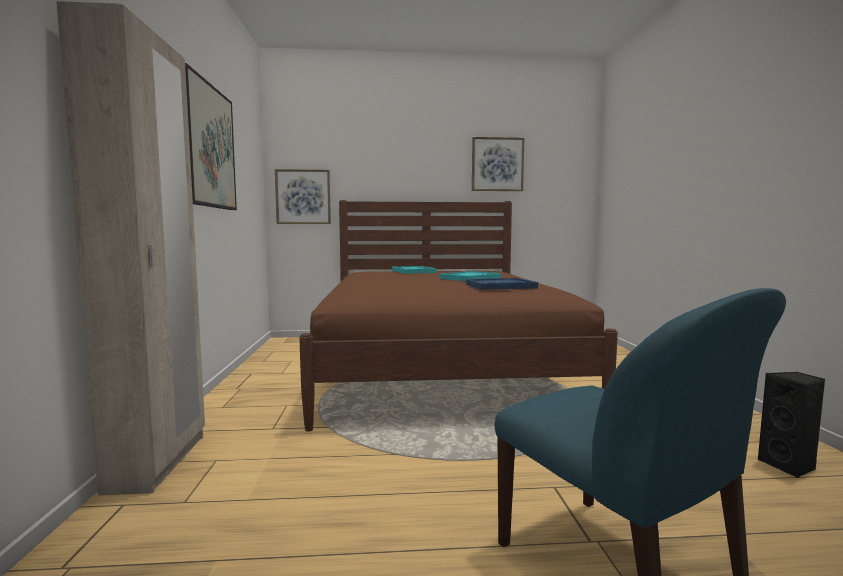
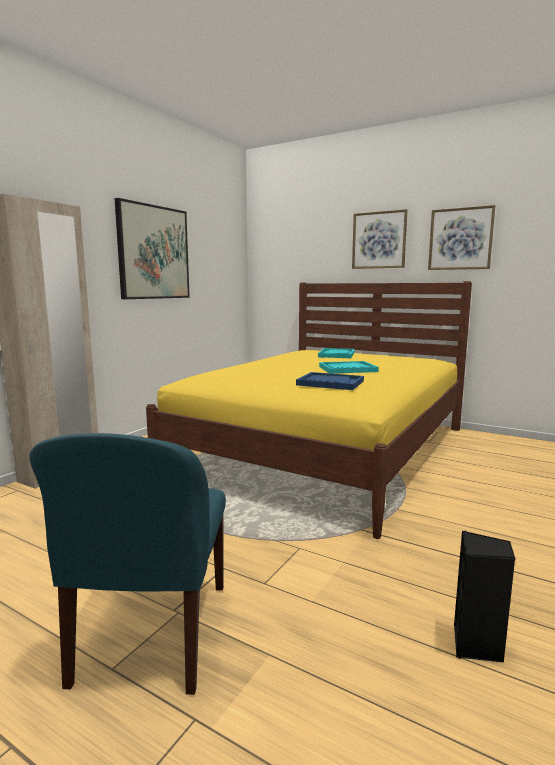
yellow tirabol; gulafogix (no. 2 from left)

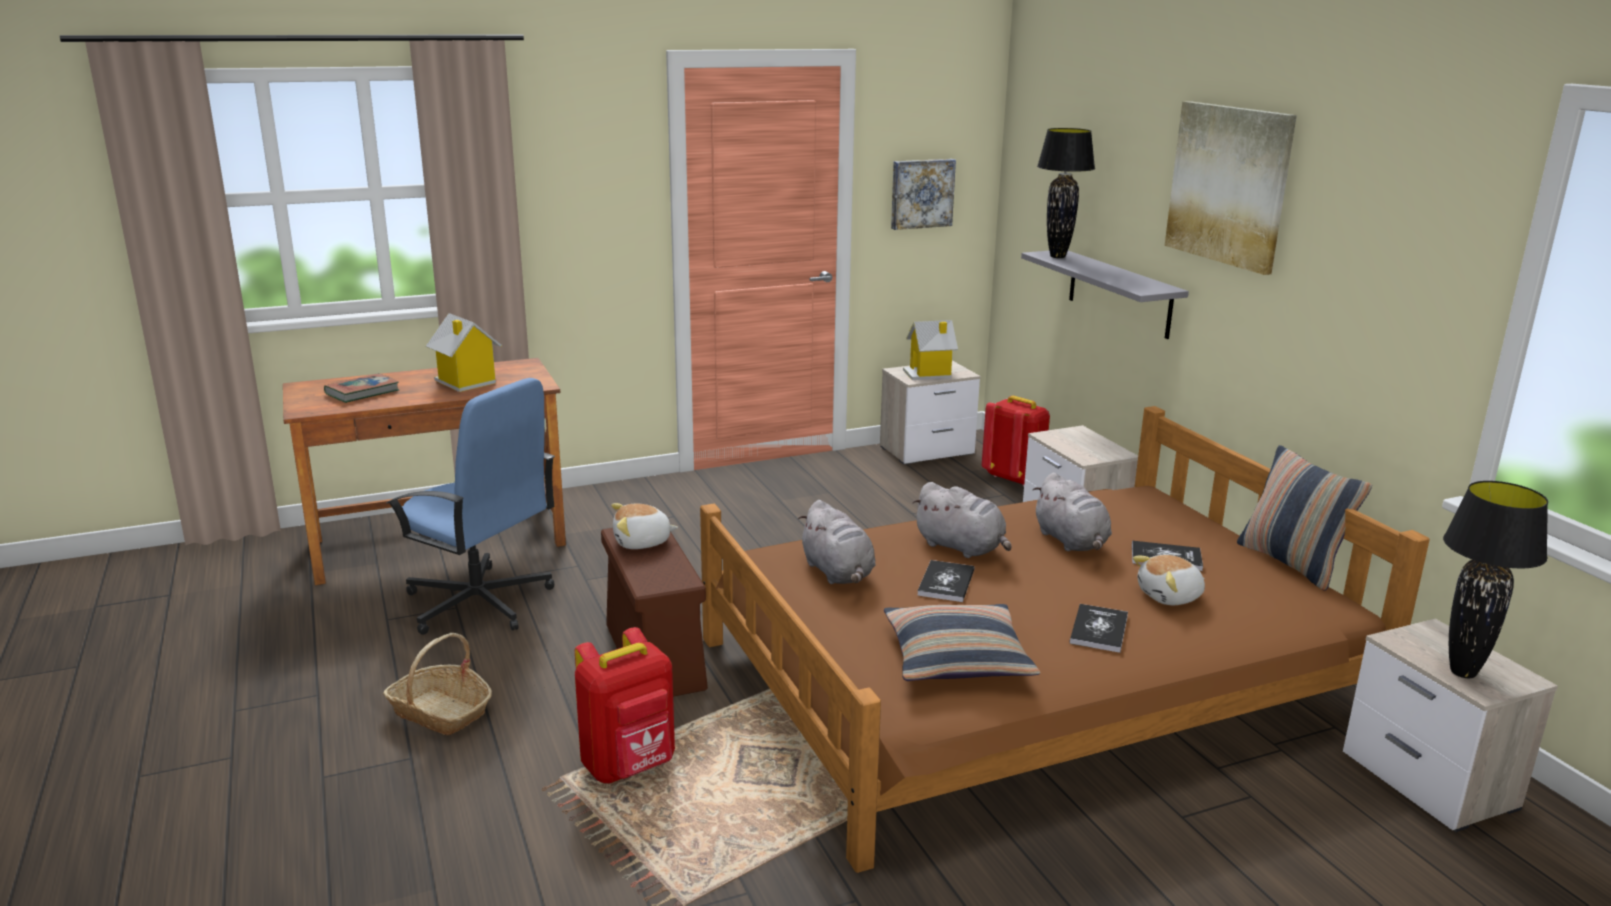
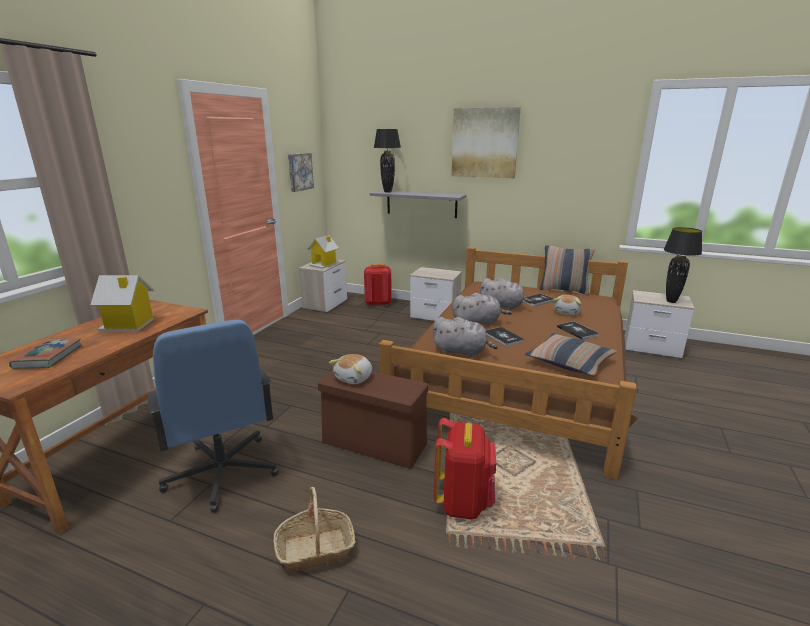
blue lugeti

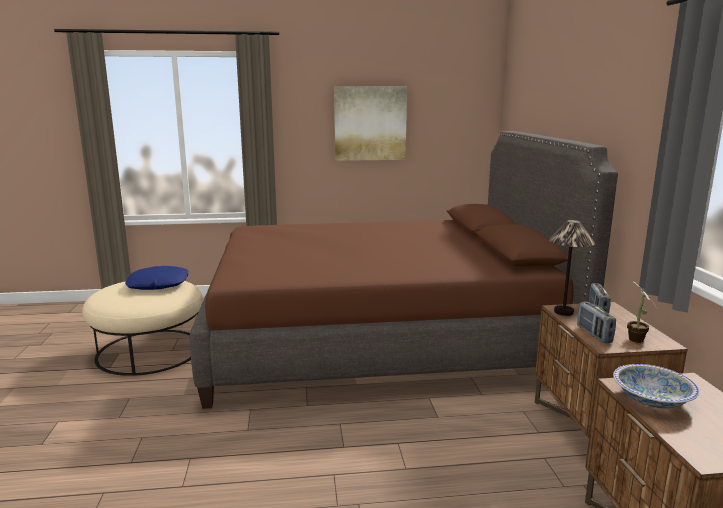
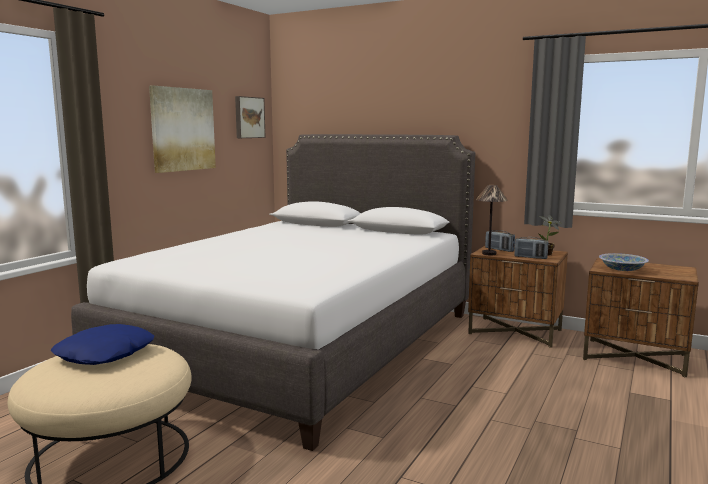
white tirabol; gulafogix (no. 2 from left)

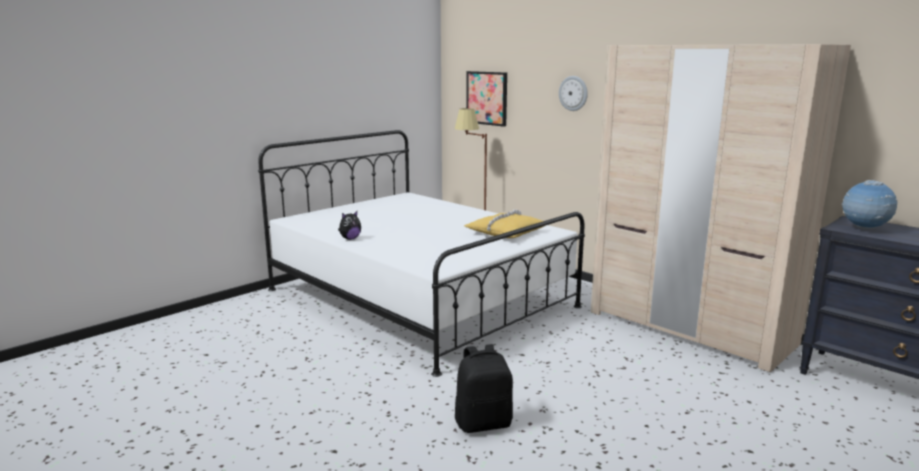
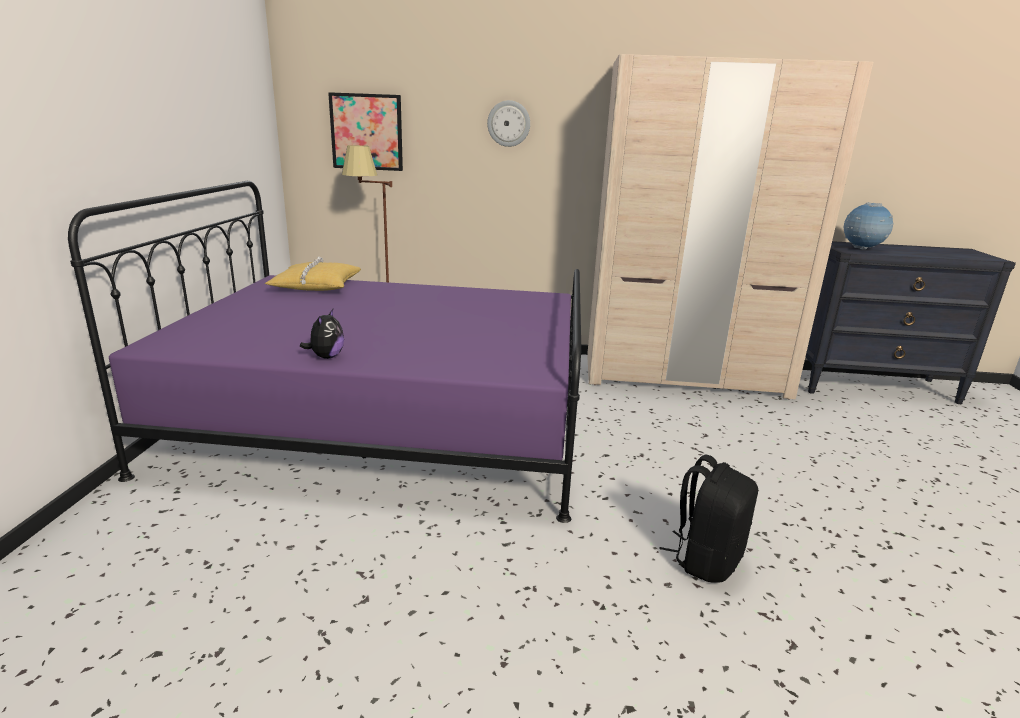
purple tirabol; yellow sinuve

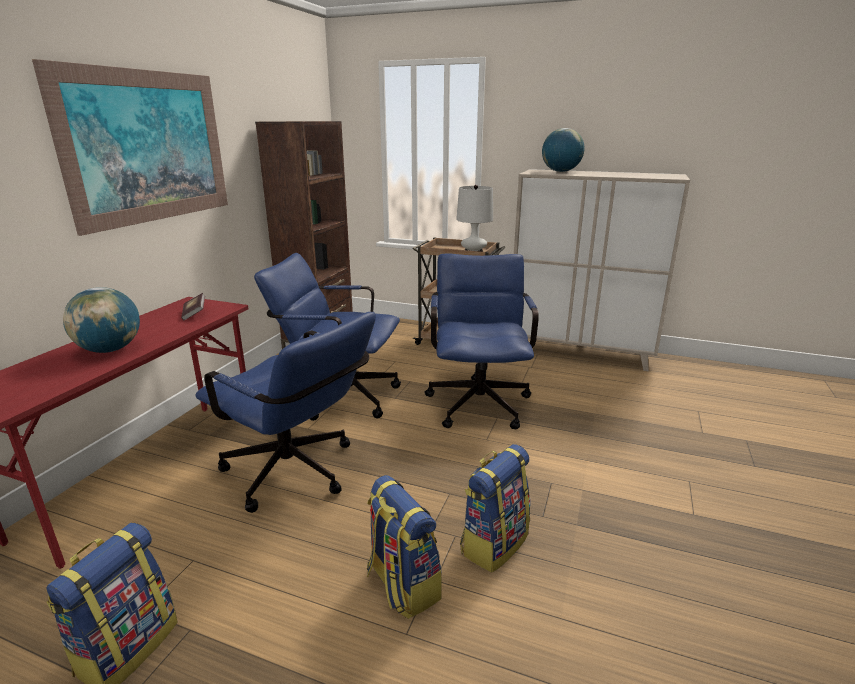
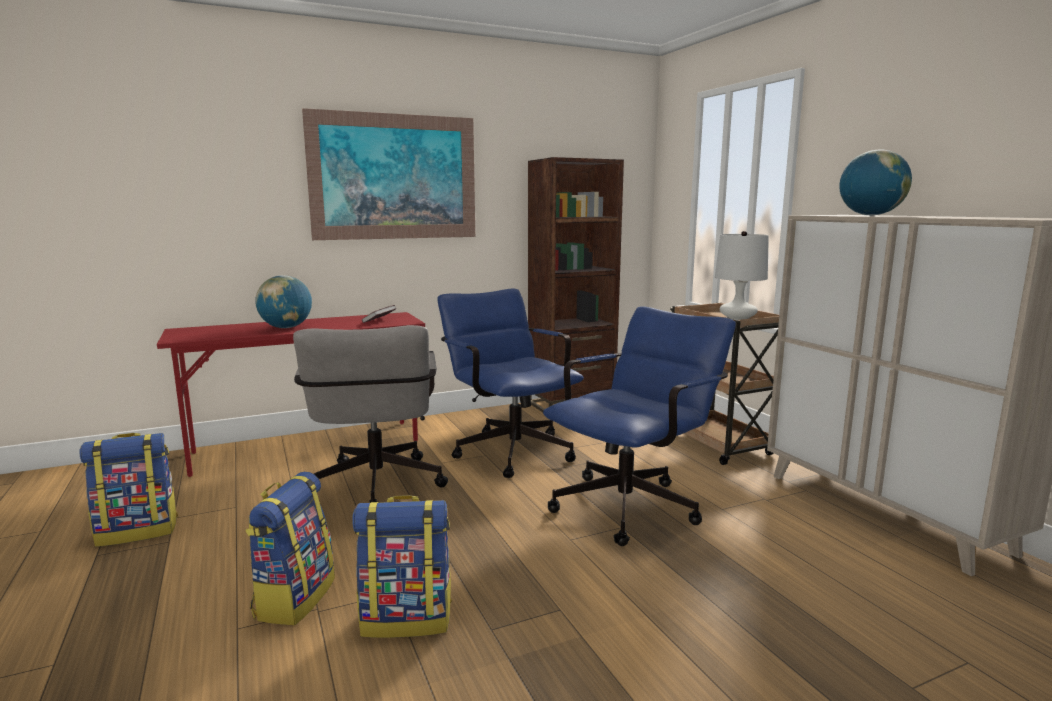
grey lugeti

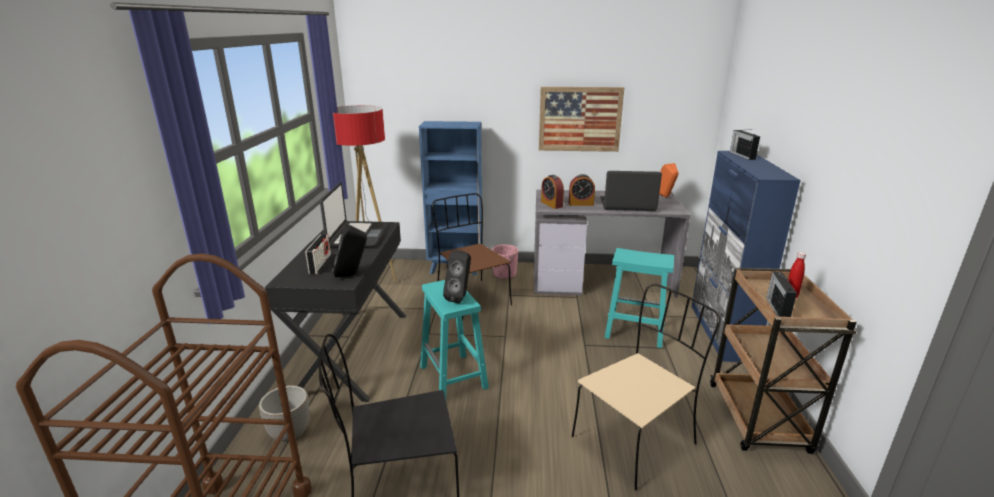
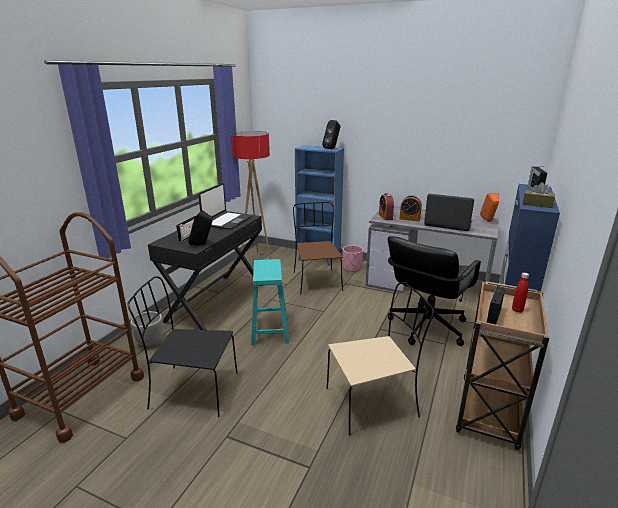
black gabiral (no. 2 from left); black lugeti; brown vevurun; gulafogix

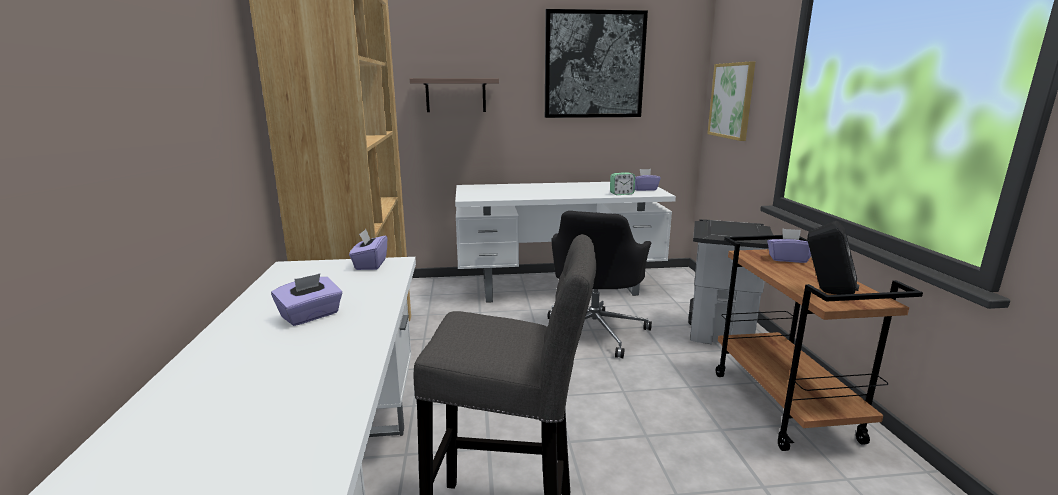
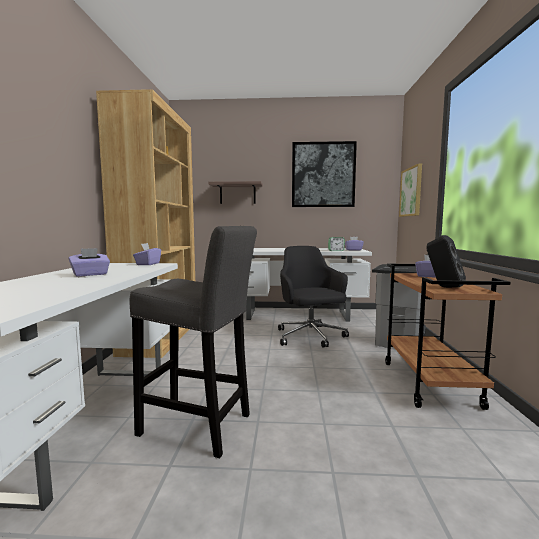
black lugeti

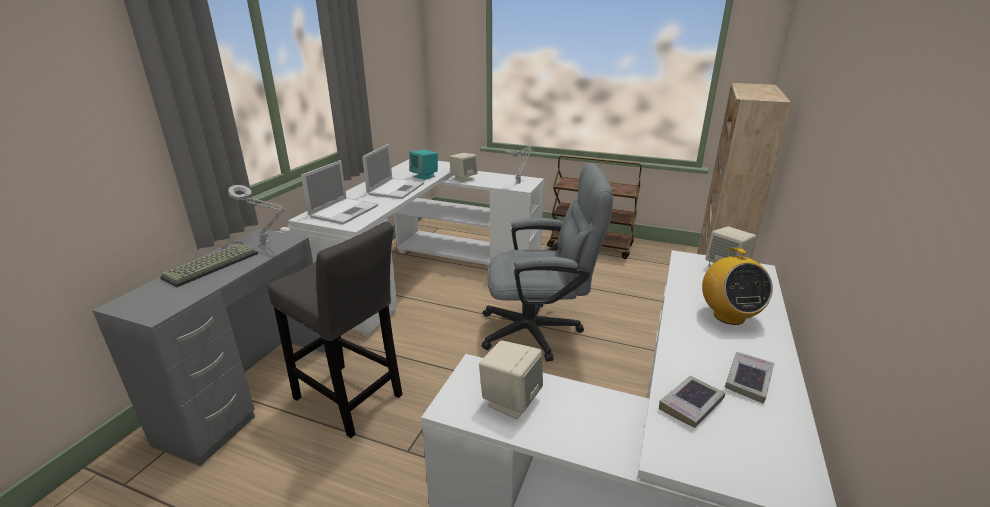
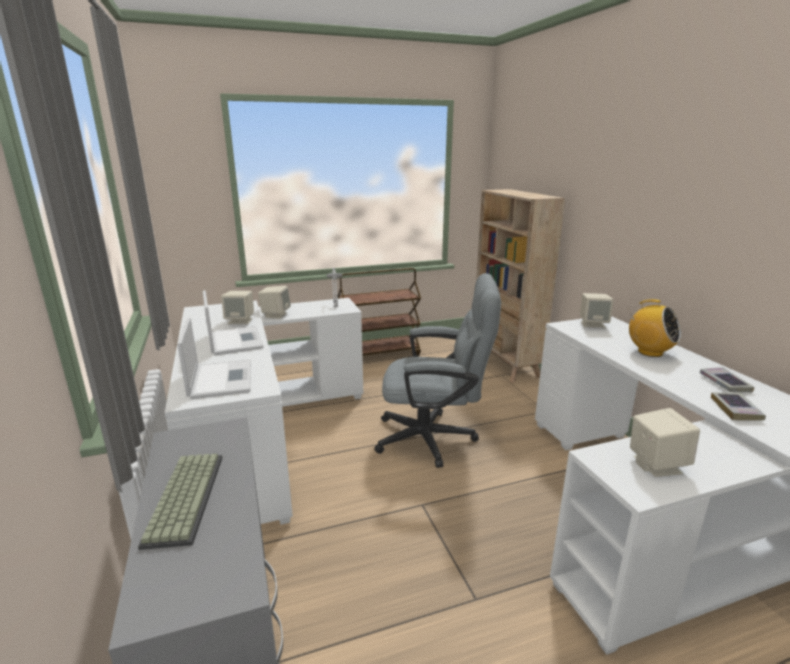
beige gabiral (no. 1 from left); grey lugeti; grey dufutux (no. 1 from left in the first image); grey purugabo

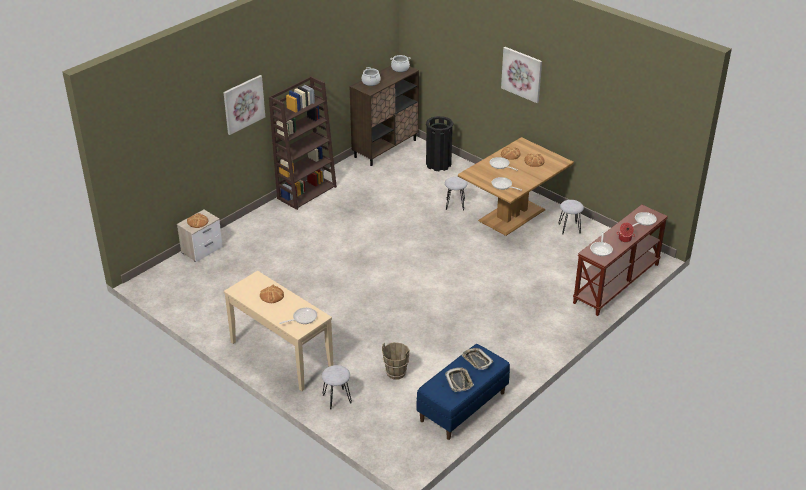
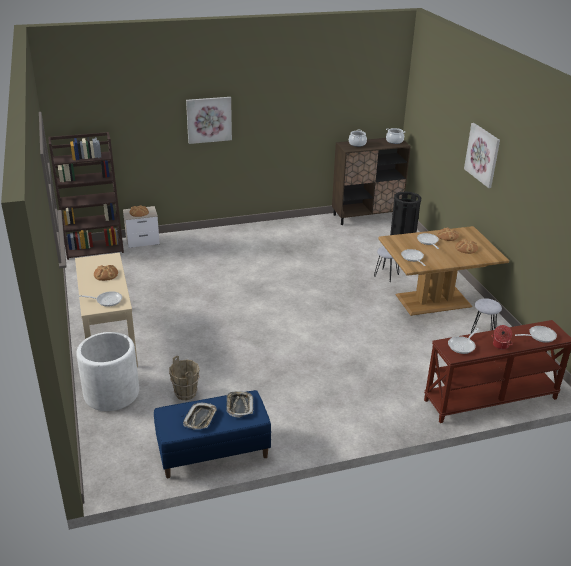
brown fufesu; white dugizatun

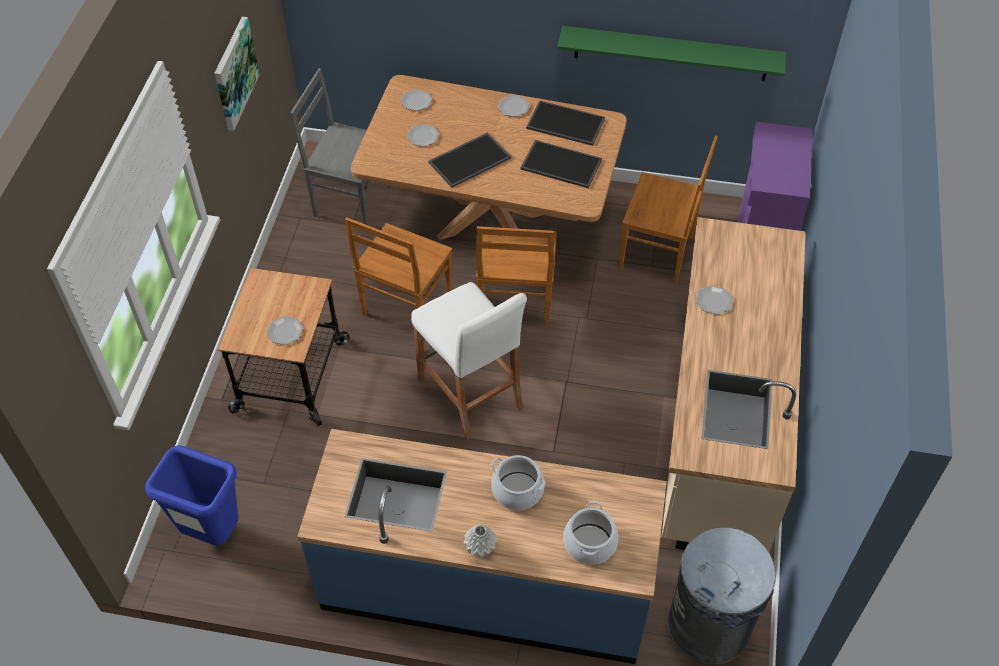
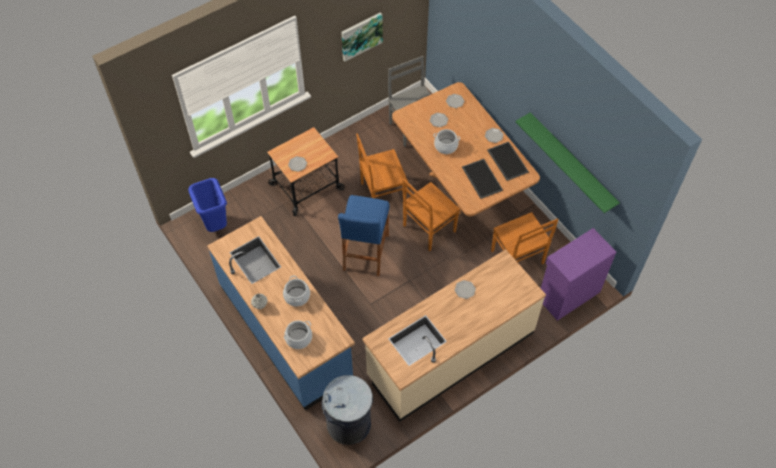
blue purugabo; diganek (no. 3 from left)

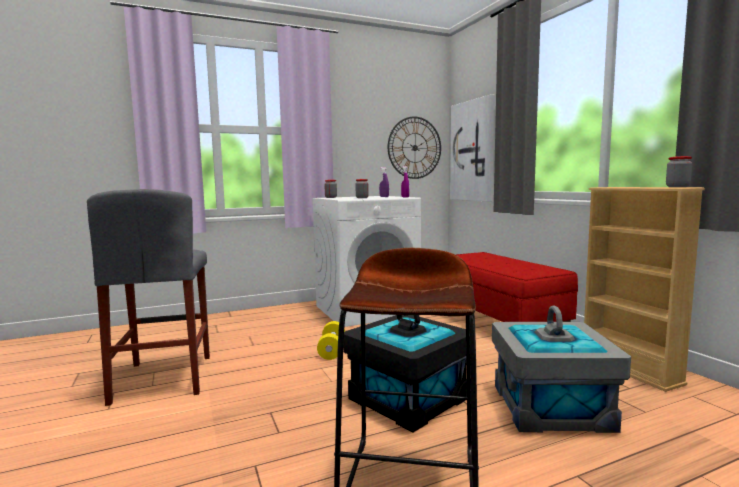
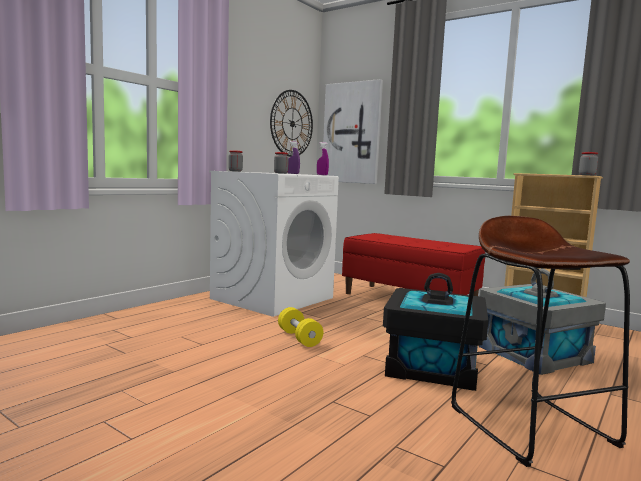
grey purugabo

